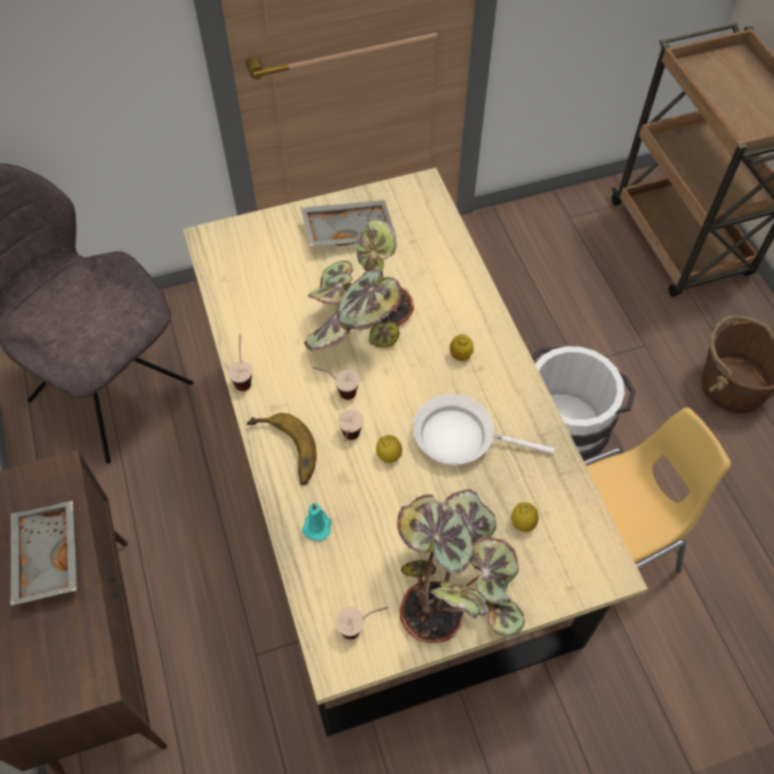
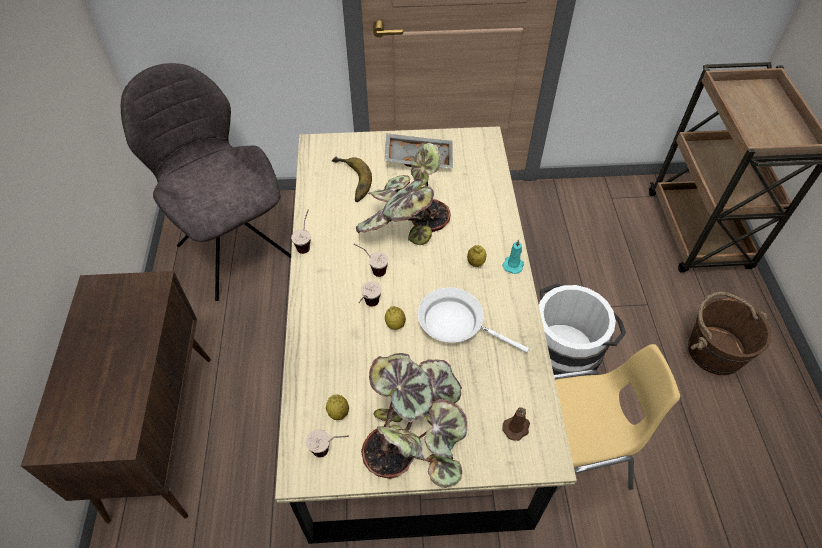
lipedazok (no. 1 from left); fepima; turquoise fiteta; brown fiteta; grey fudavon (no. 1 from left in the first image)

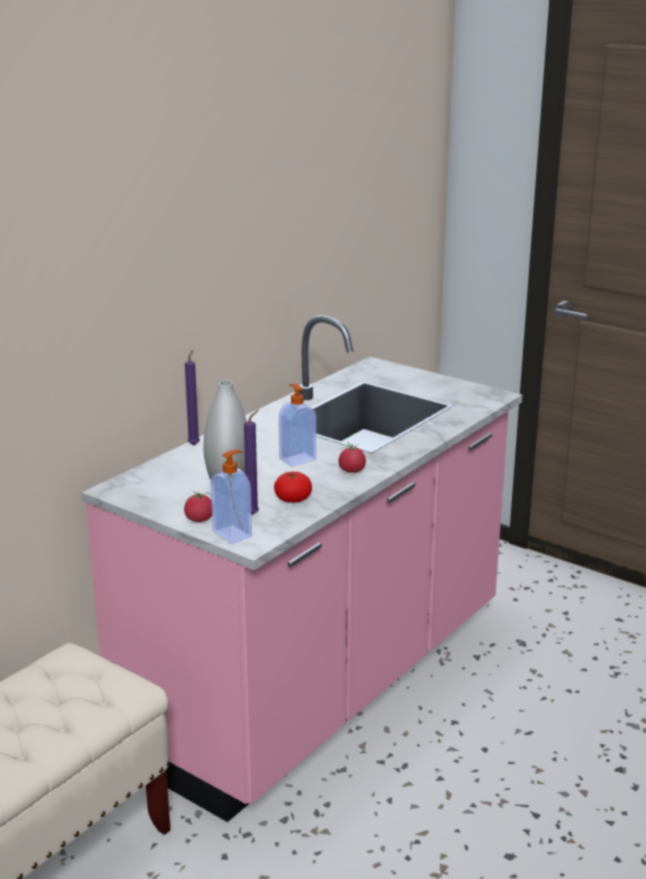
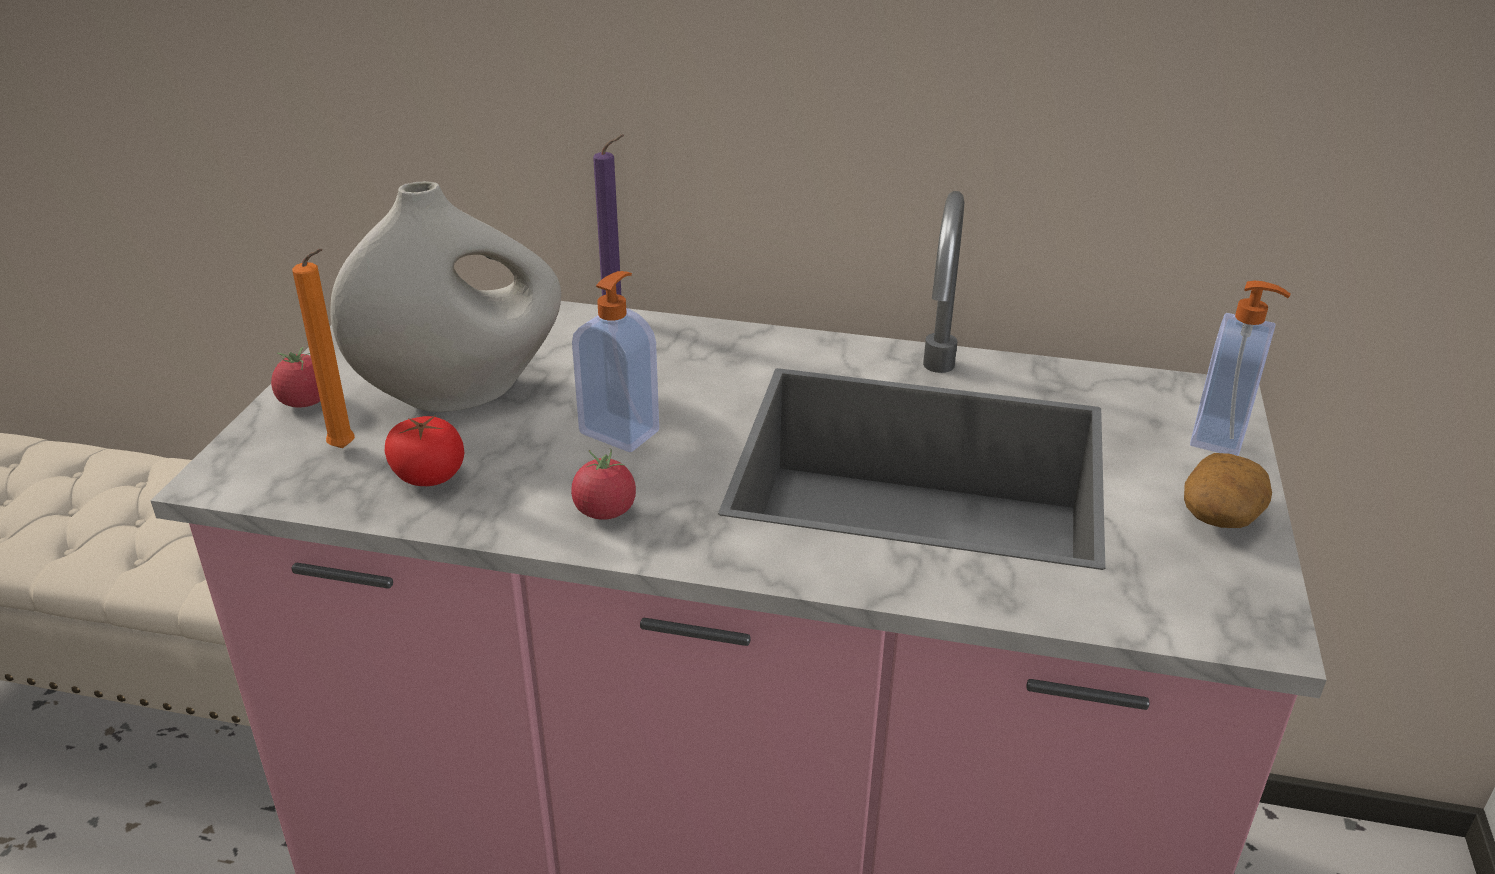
orange fiteta; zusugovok; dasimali (no. 2 from left)

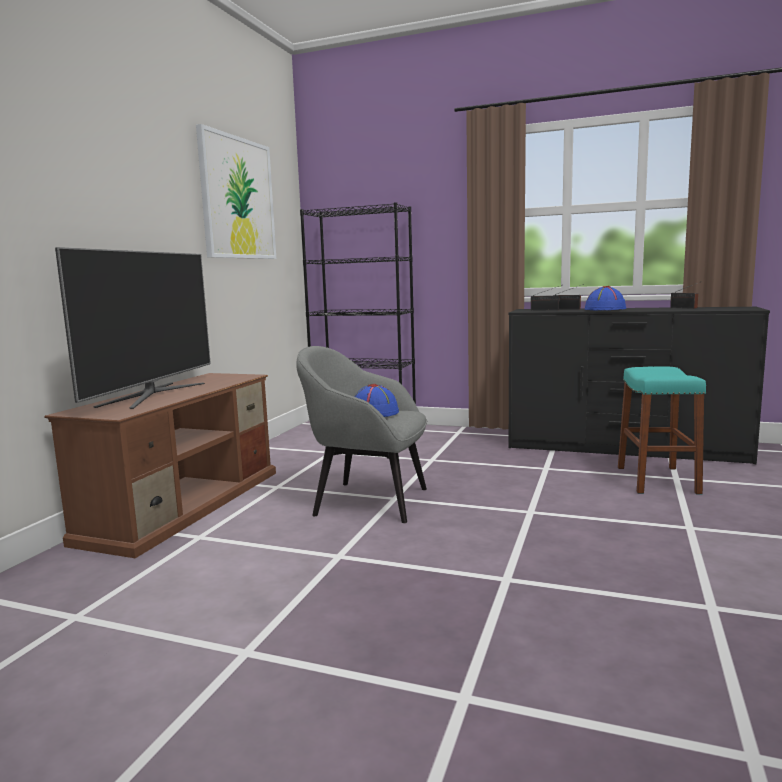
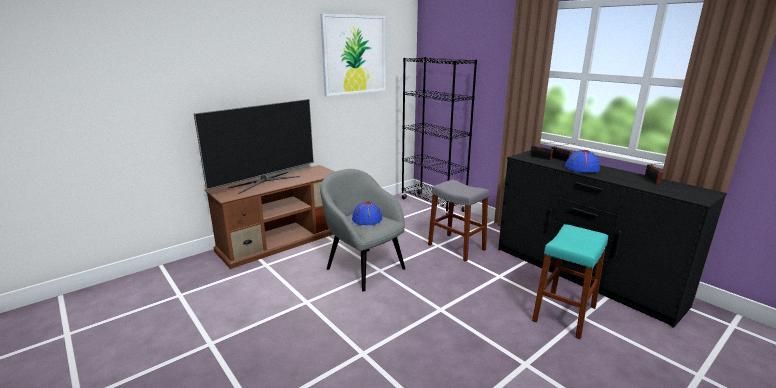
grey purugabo

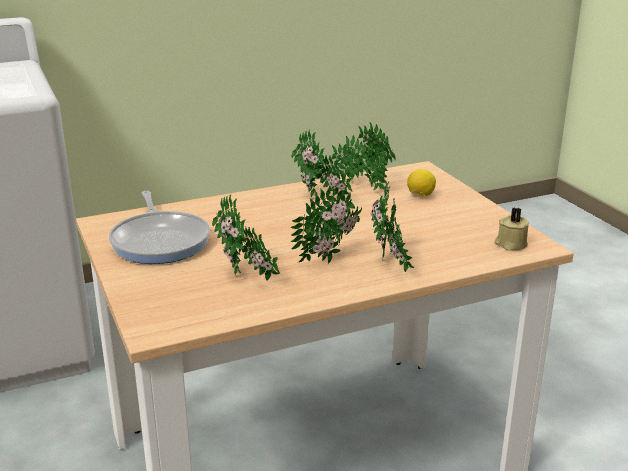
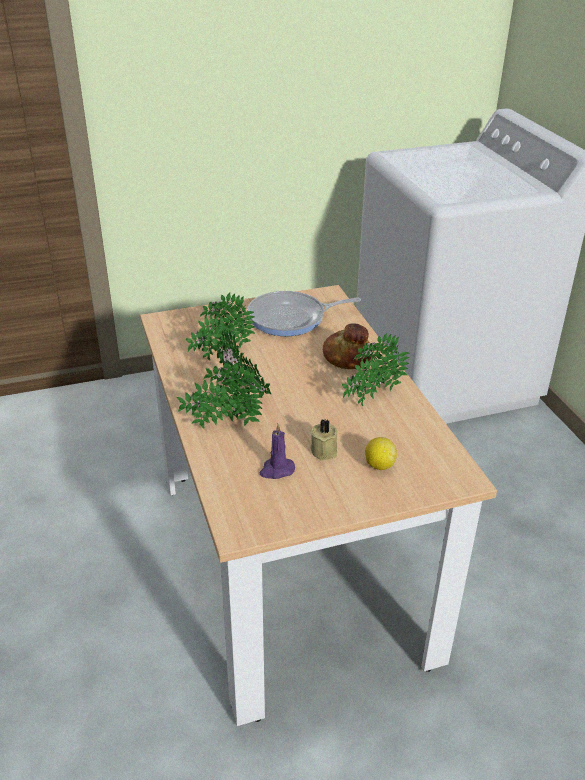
purple fiteta; beige fiteta; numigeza; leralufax (no. 4 from left in the first image)

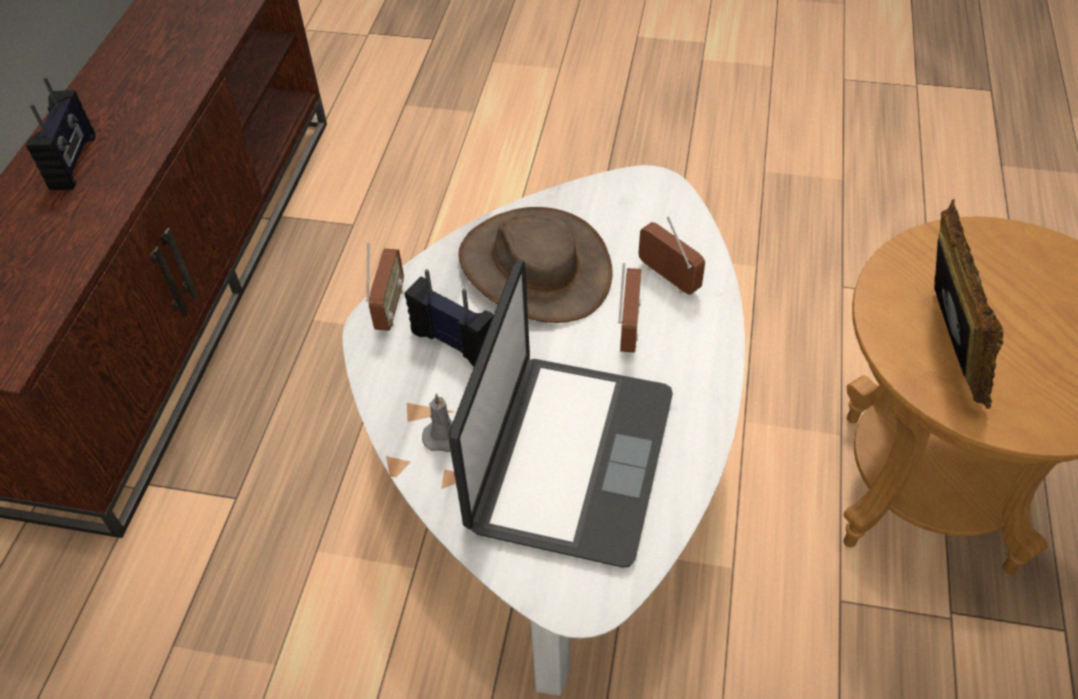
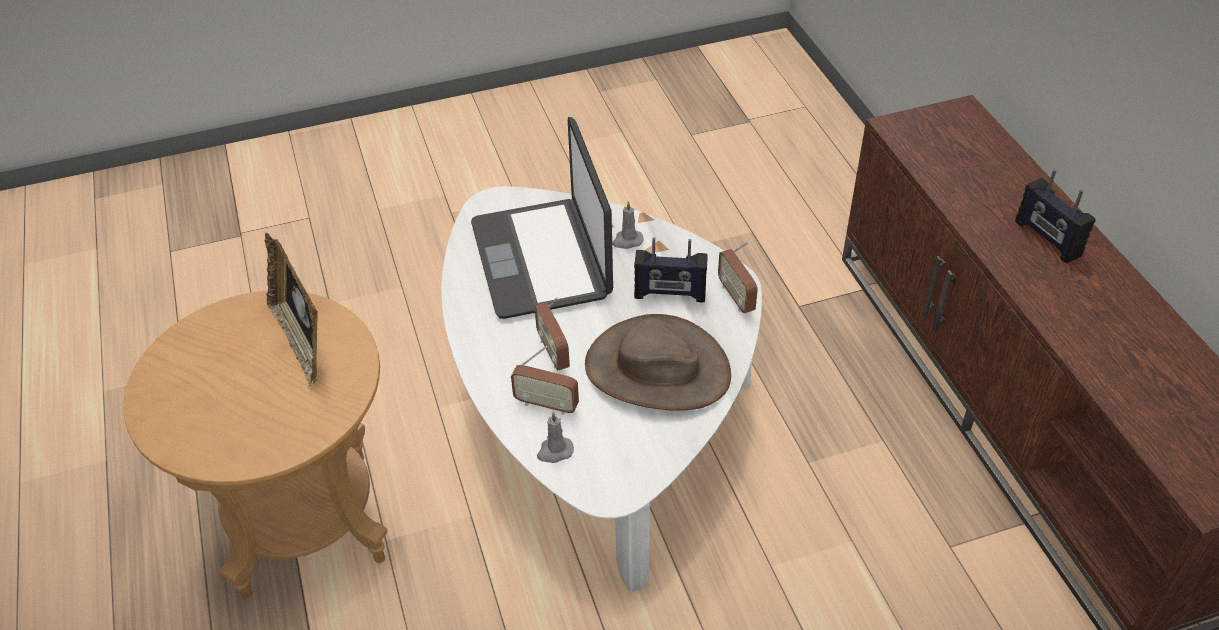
grey fiteta (no. 1 from left)

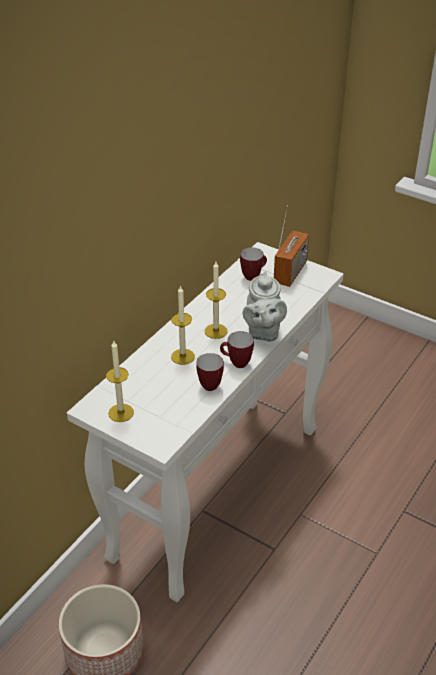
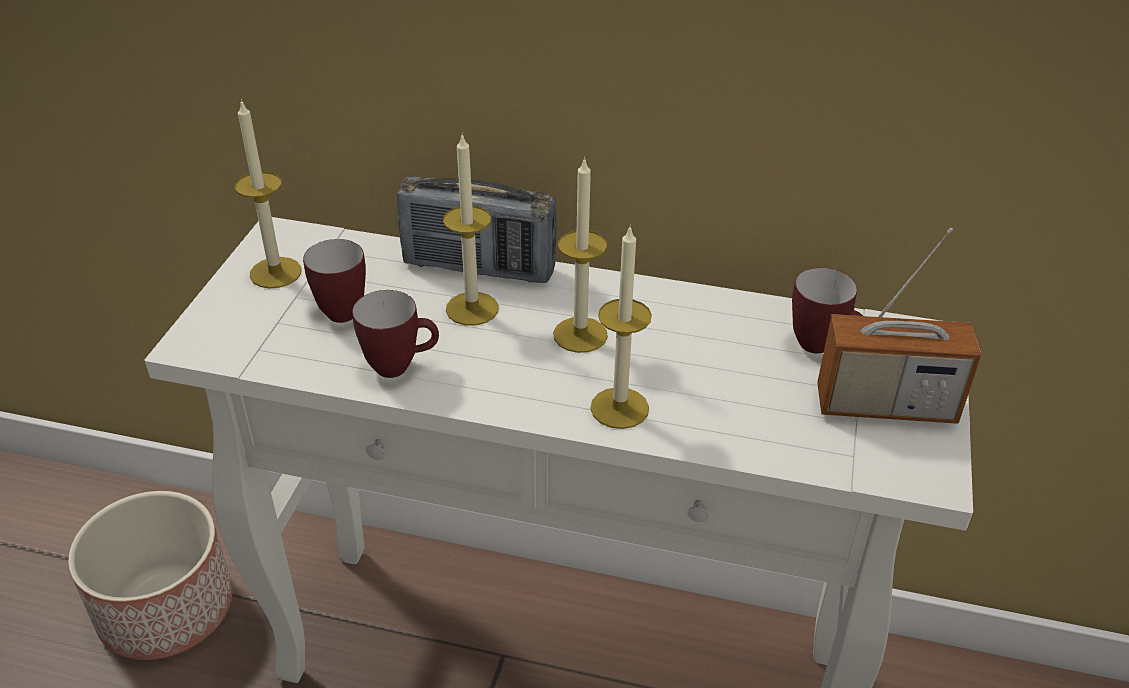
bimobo (no. 1 from left); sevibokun (no. 1 from left); fiteta (no. 4 from left)

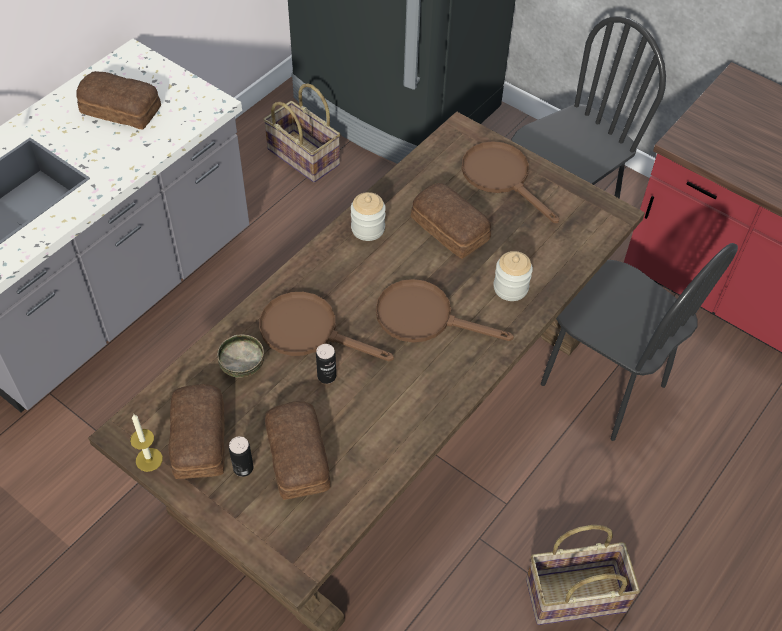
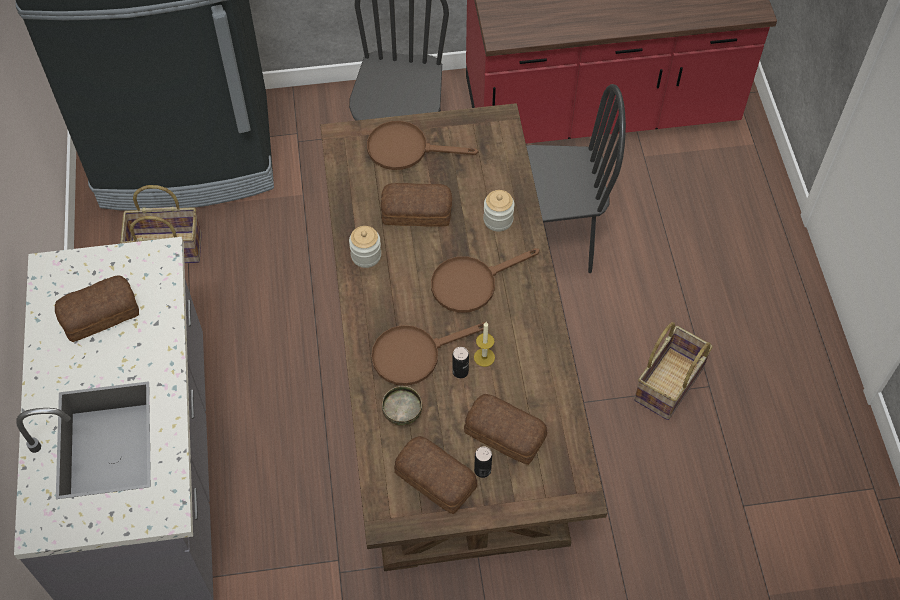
fiteta

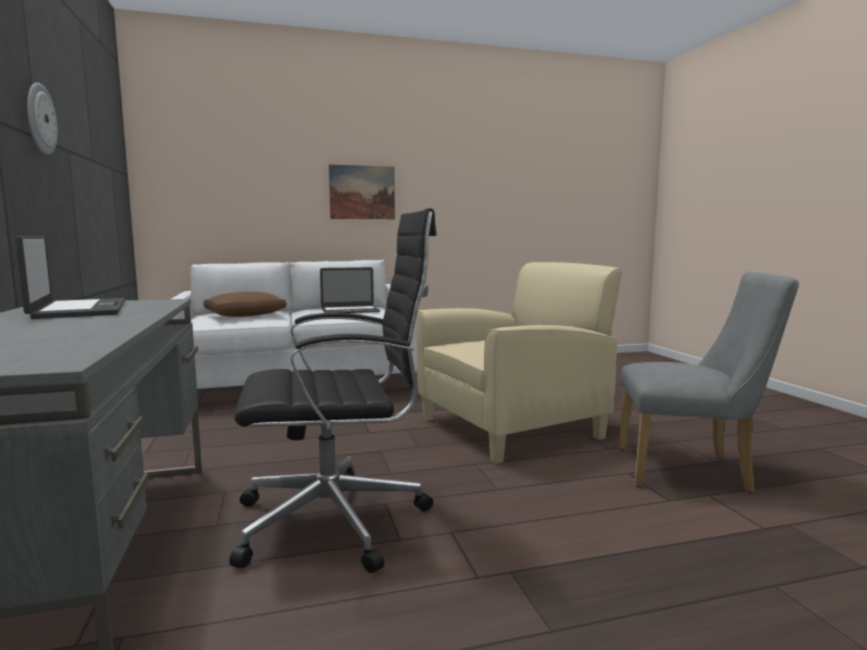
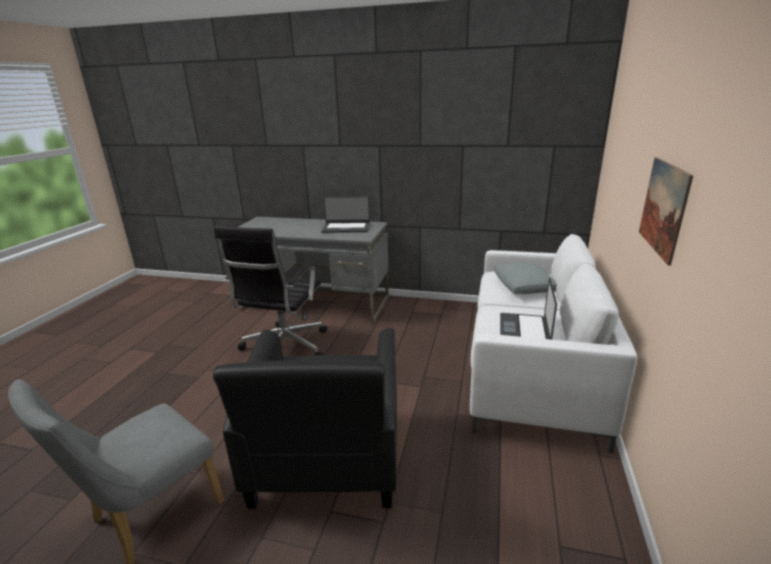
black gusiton; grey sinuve; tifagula

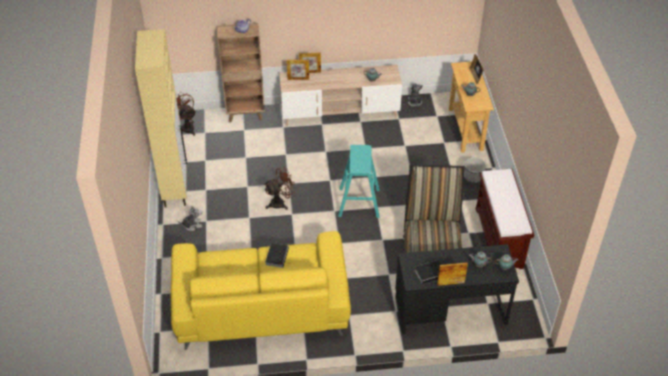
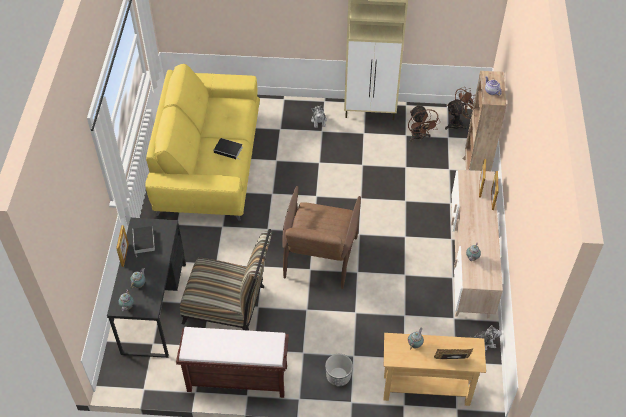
brown gusiton; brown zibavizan (no. 1 from left)

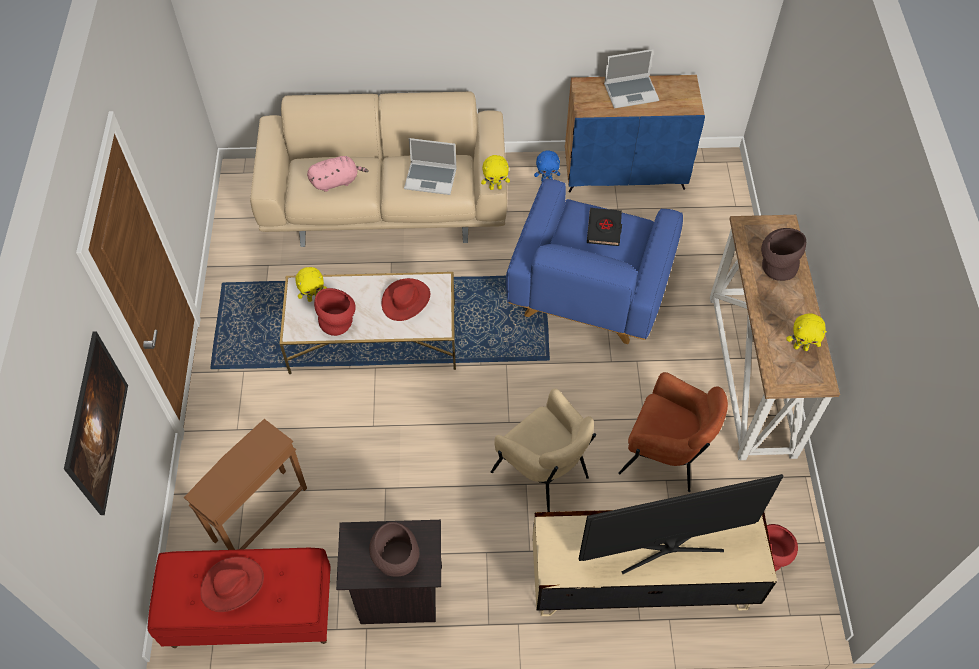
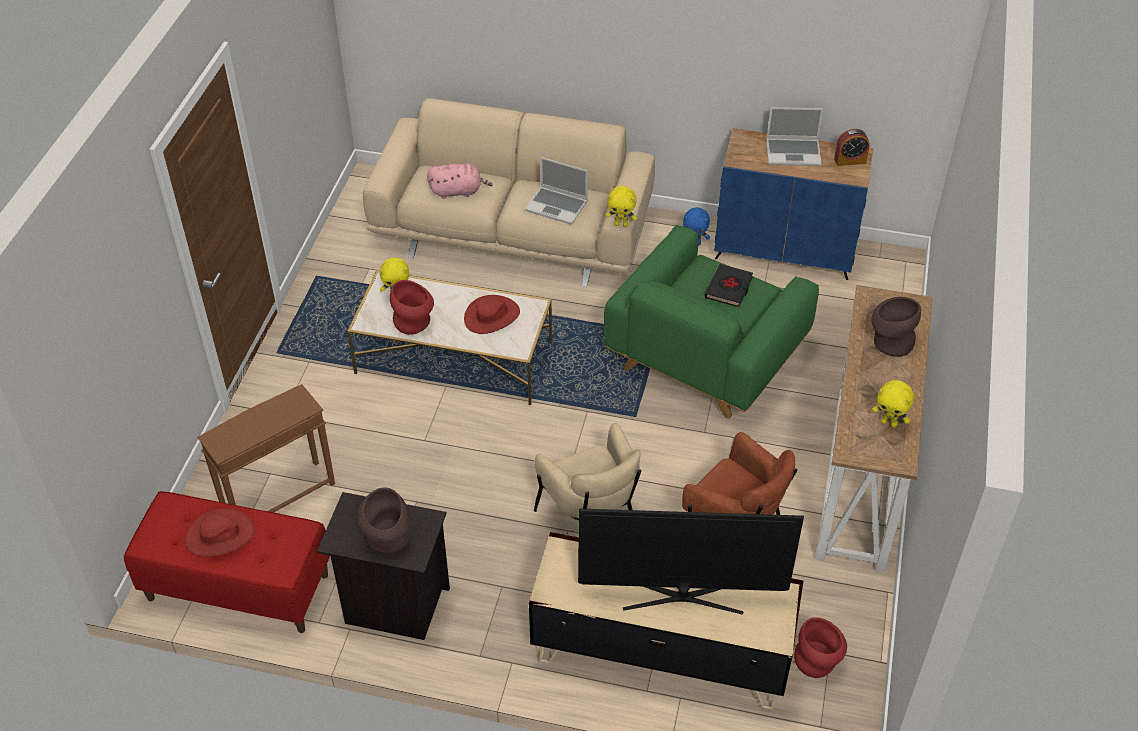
green gusiton; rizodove; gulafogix

